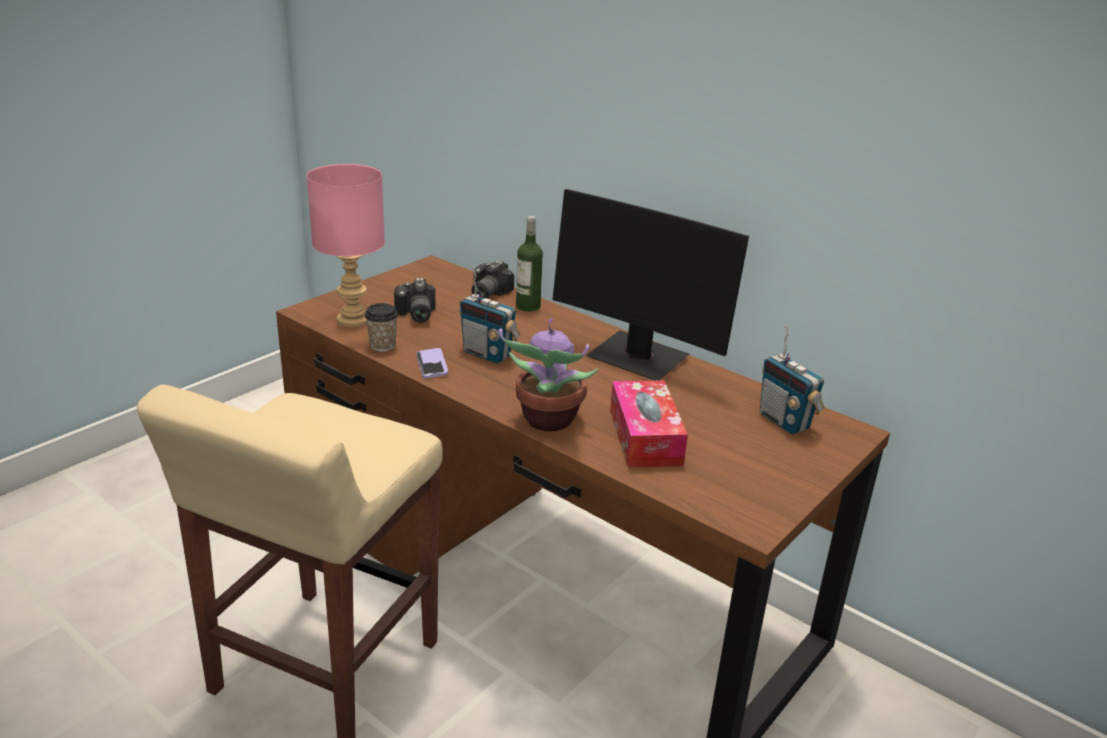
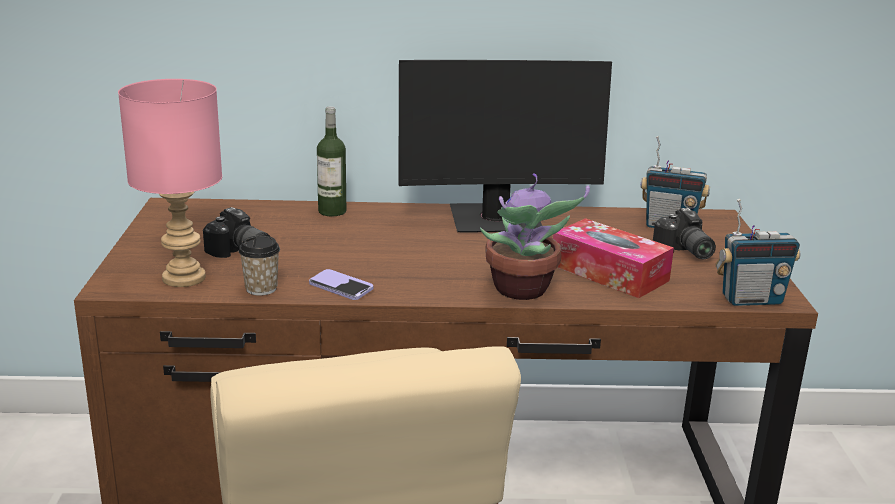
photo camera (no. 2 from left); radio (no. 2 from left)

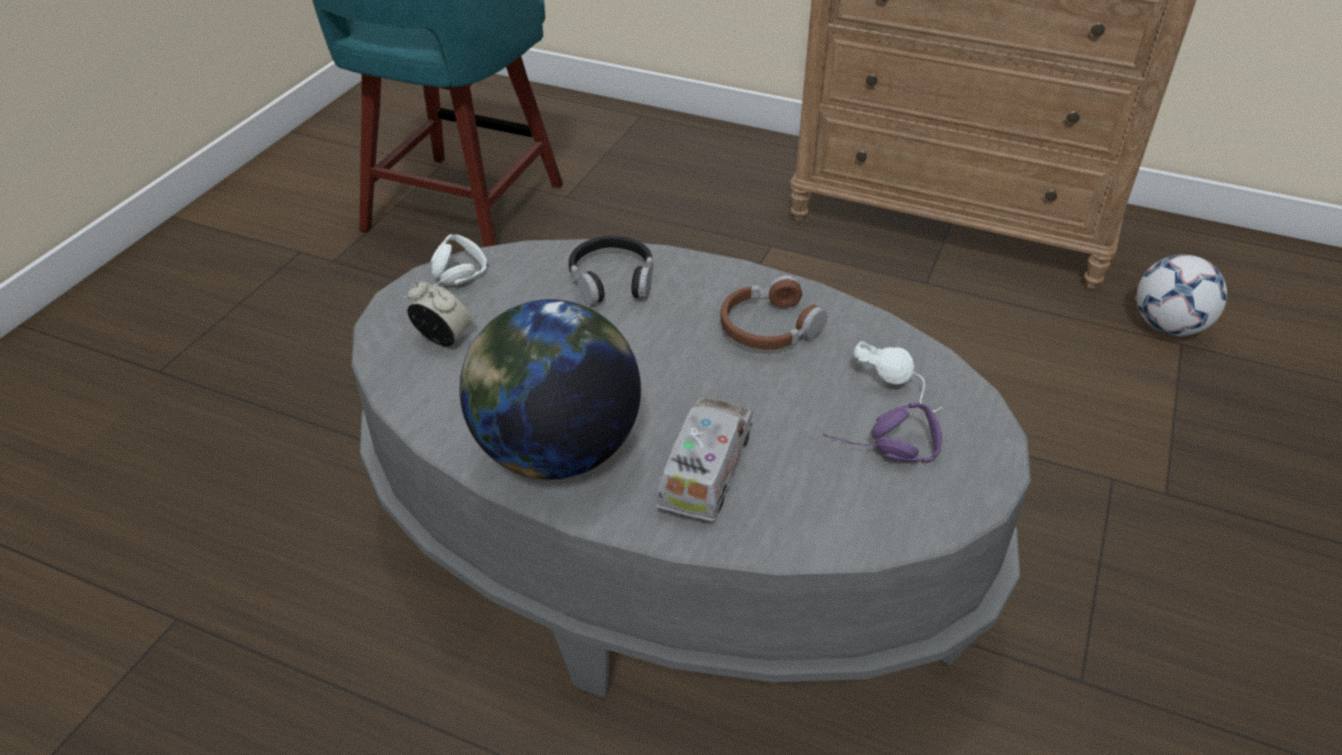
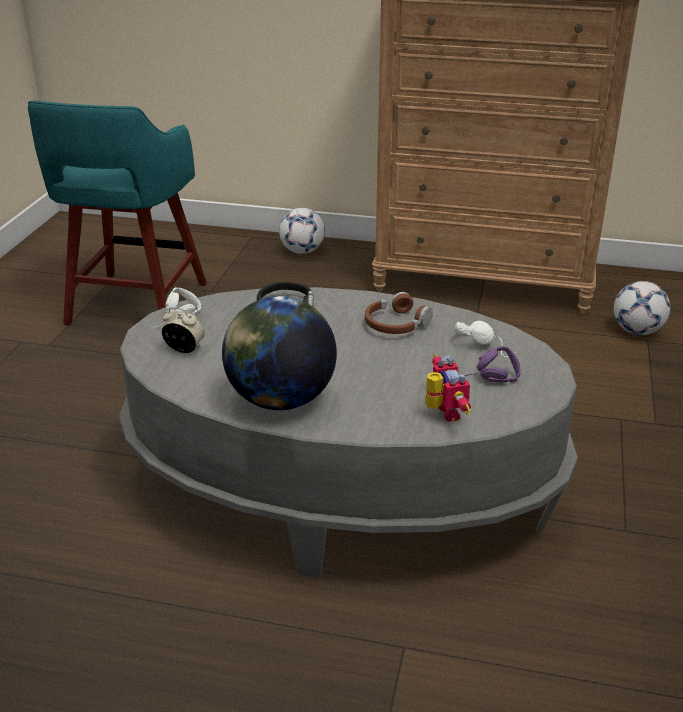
football (no. 1 from left); toy robot; toy truck

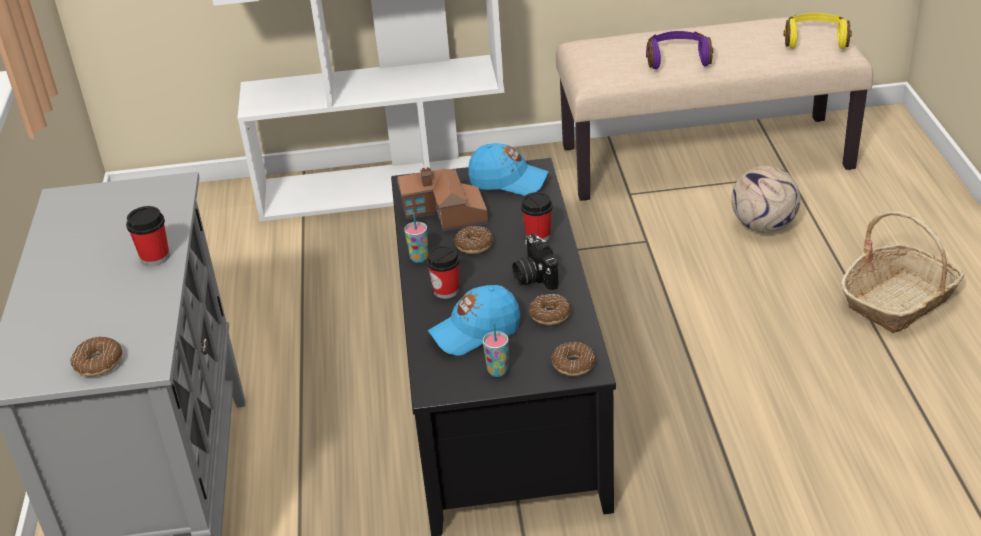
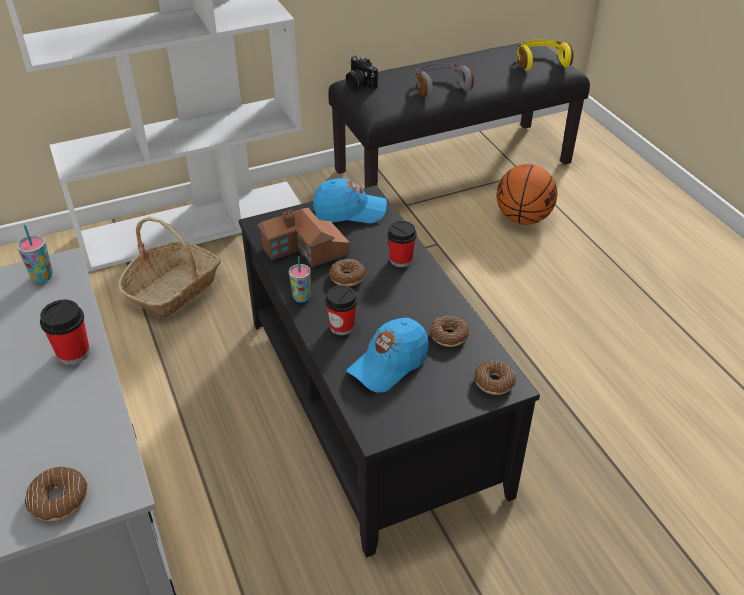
cup (no. 1 from left); basket; bench (black); photo camera; headphones (grey); basketball

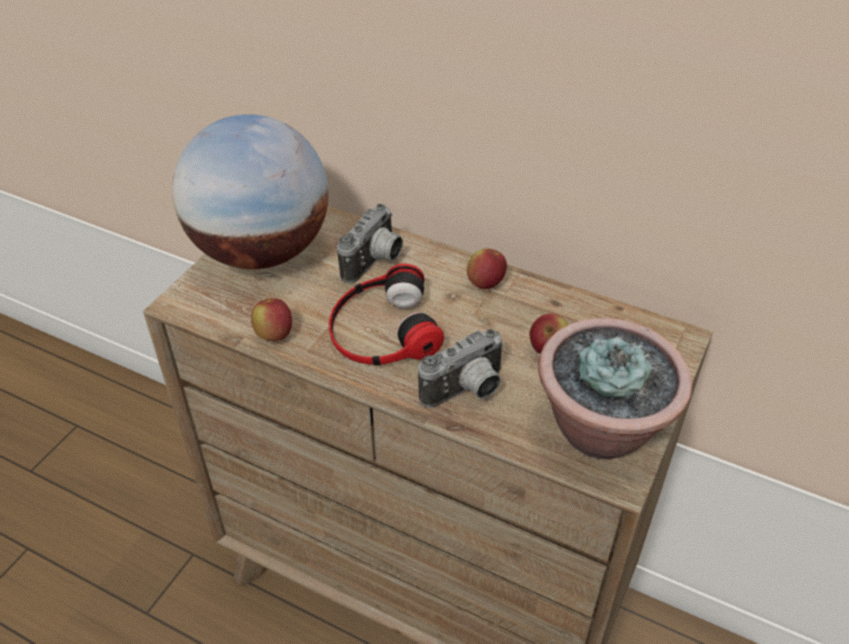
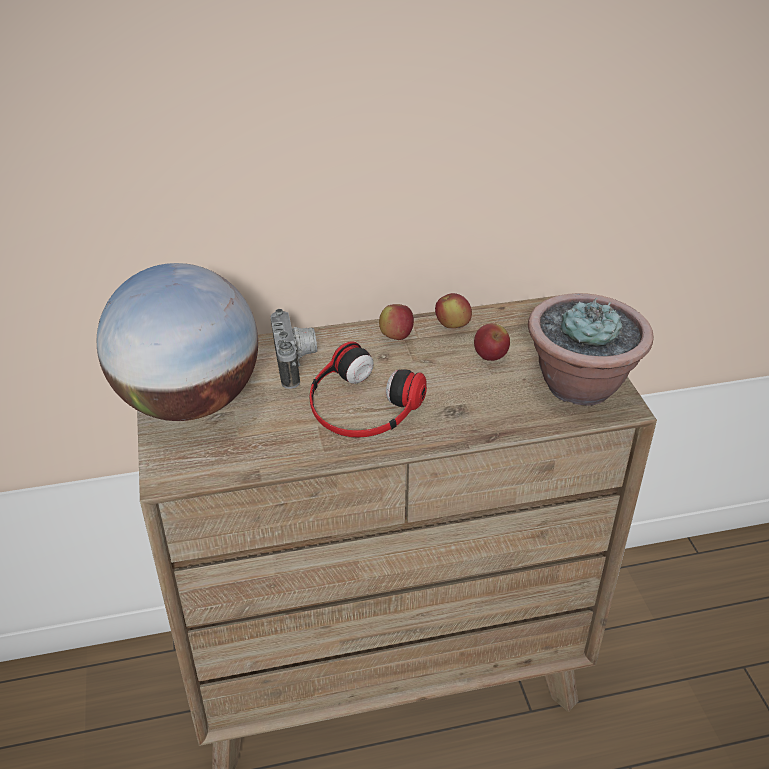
apple (no. 2 from left); photo camera (no. 2 from left in the first image)

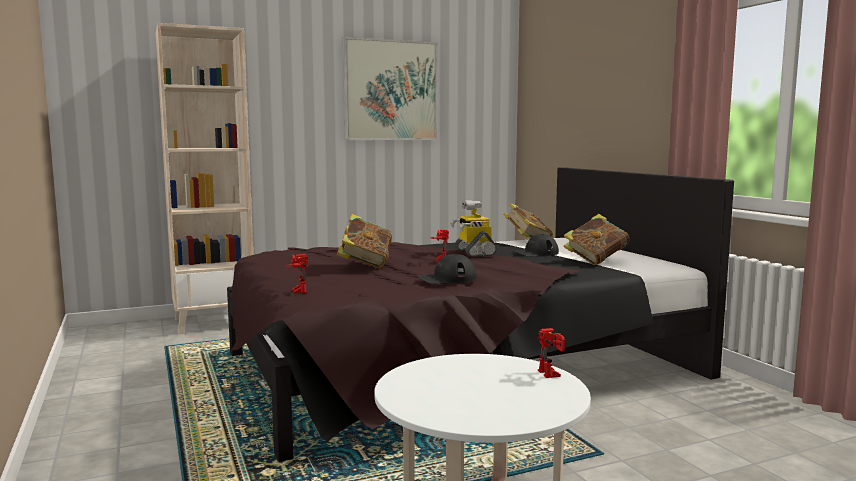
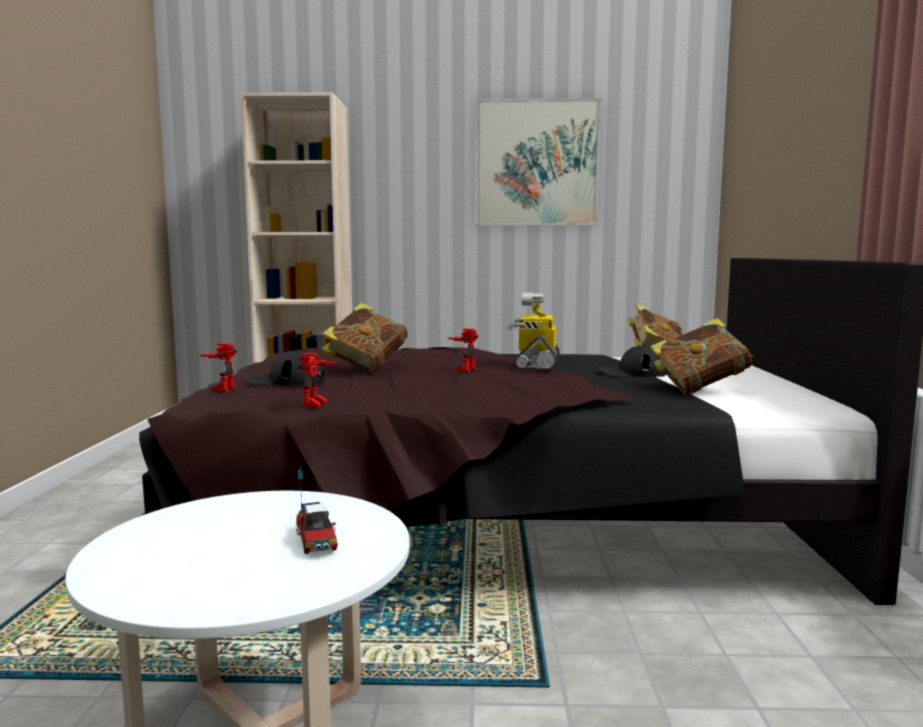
cap (black) (no. 1 from left); toy truck; toy robot (no. 2 from left)

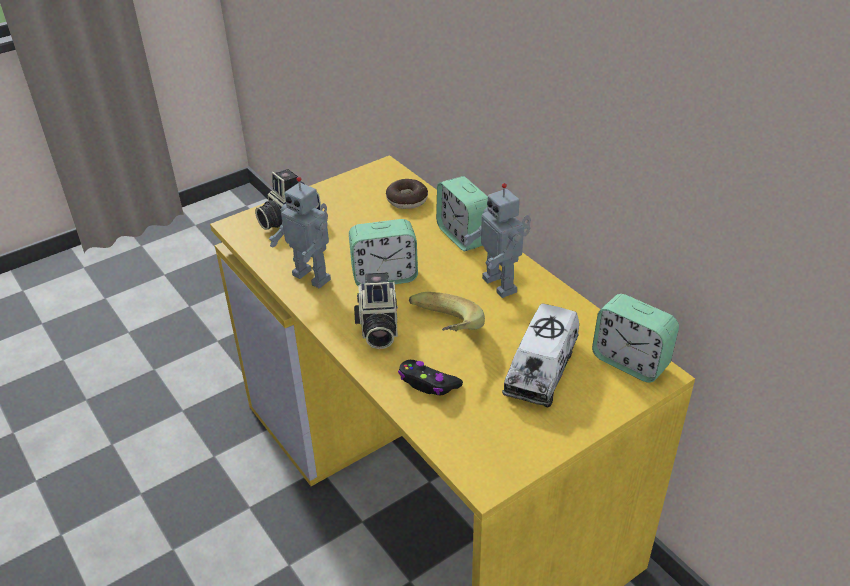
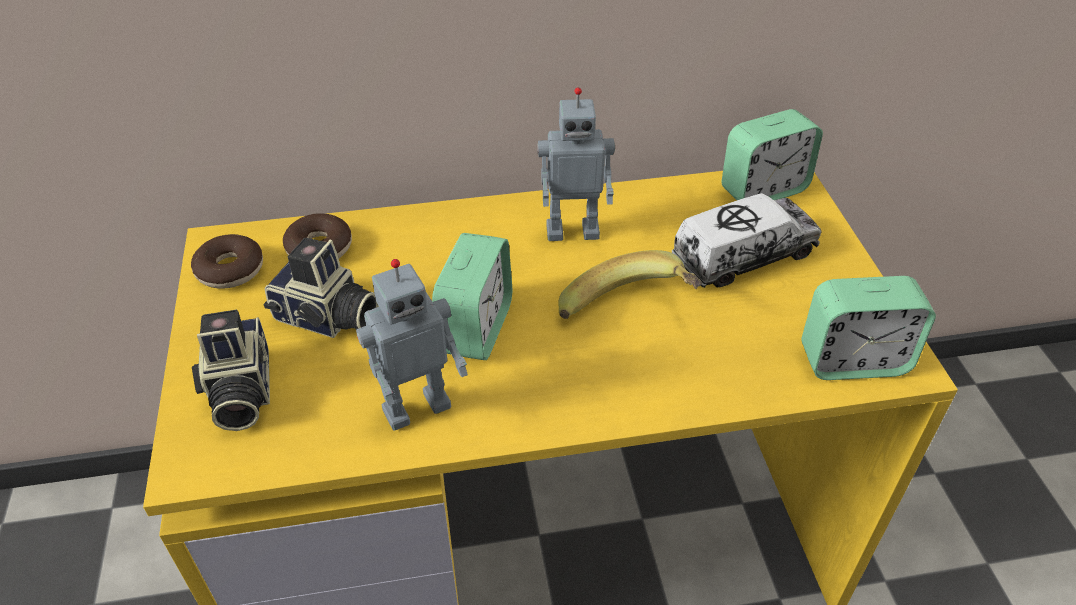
donut (no. 1 from left); photo camera (no. 2 from left); toy truck; alarm clock (no. 3 from left); game controller (black)

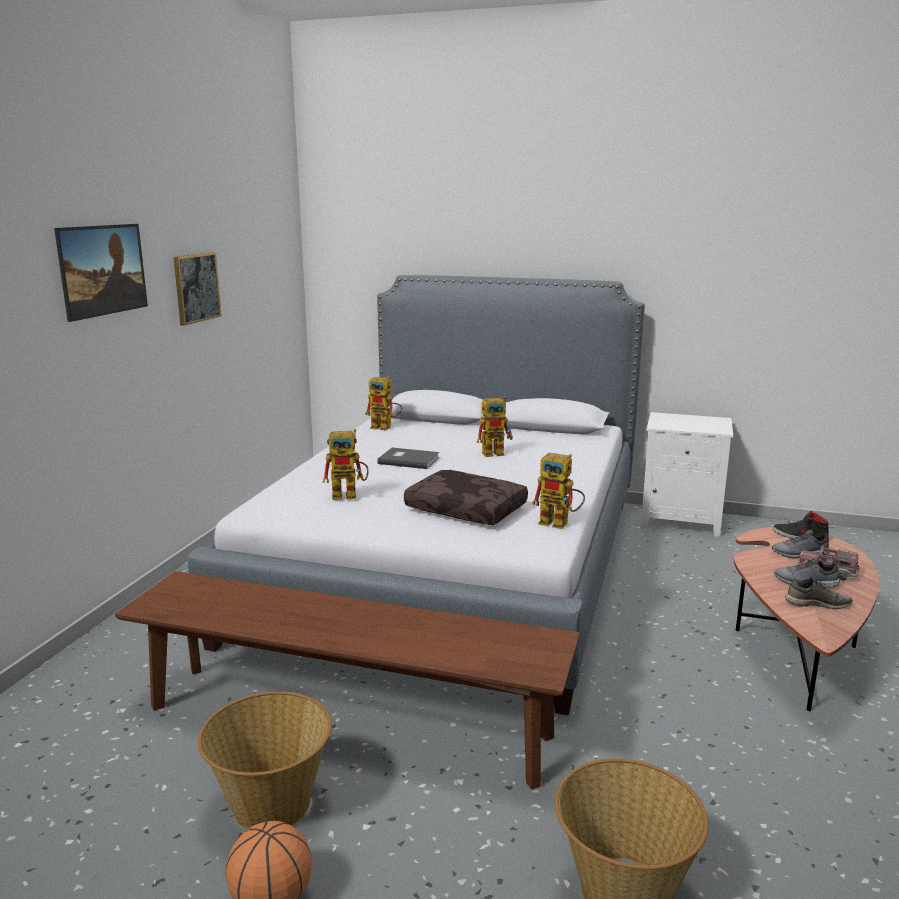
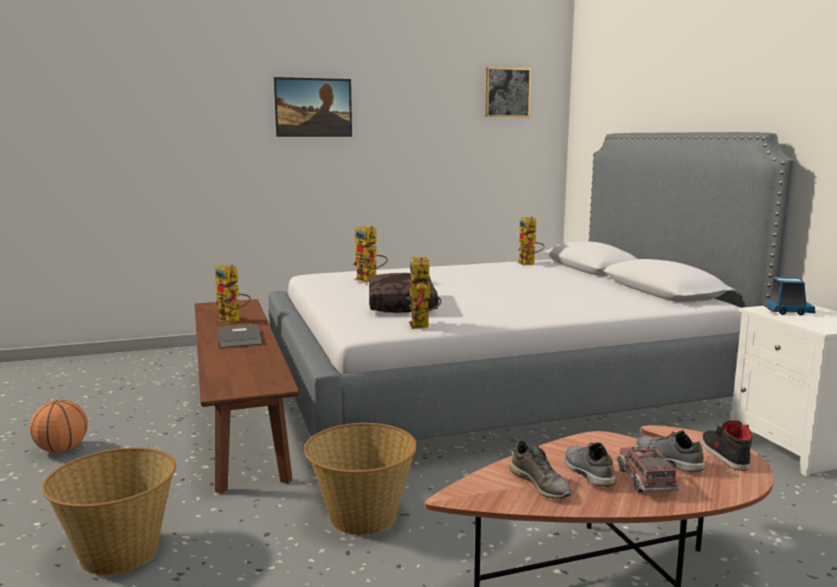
toy robot (no. 1 from left); book (grey); basket (no. 2 from left); picture (no. 2 from left); toy truck (no. 2 from left)

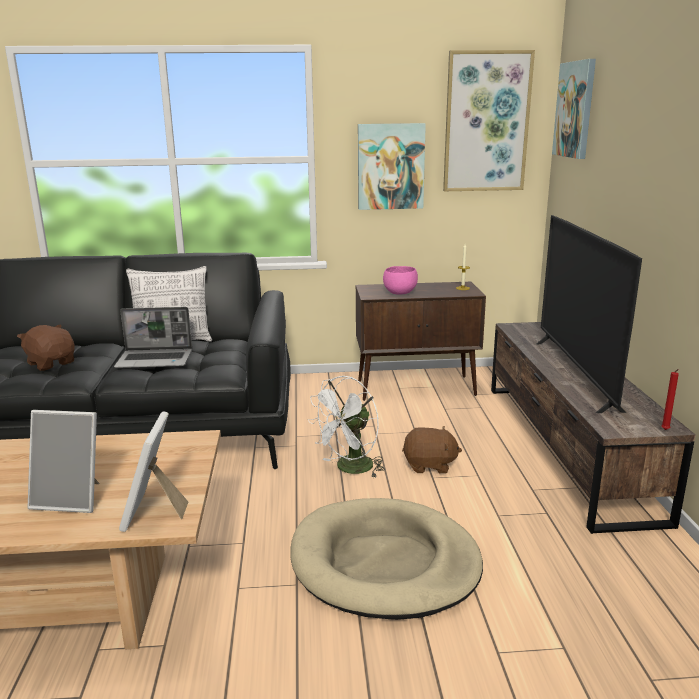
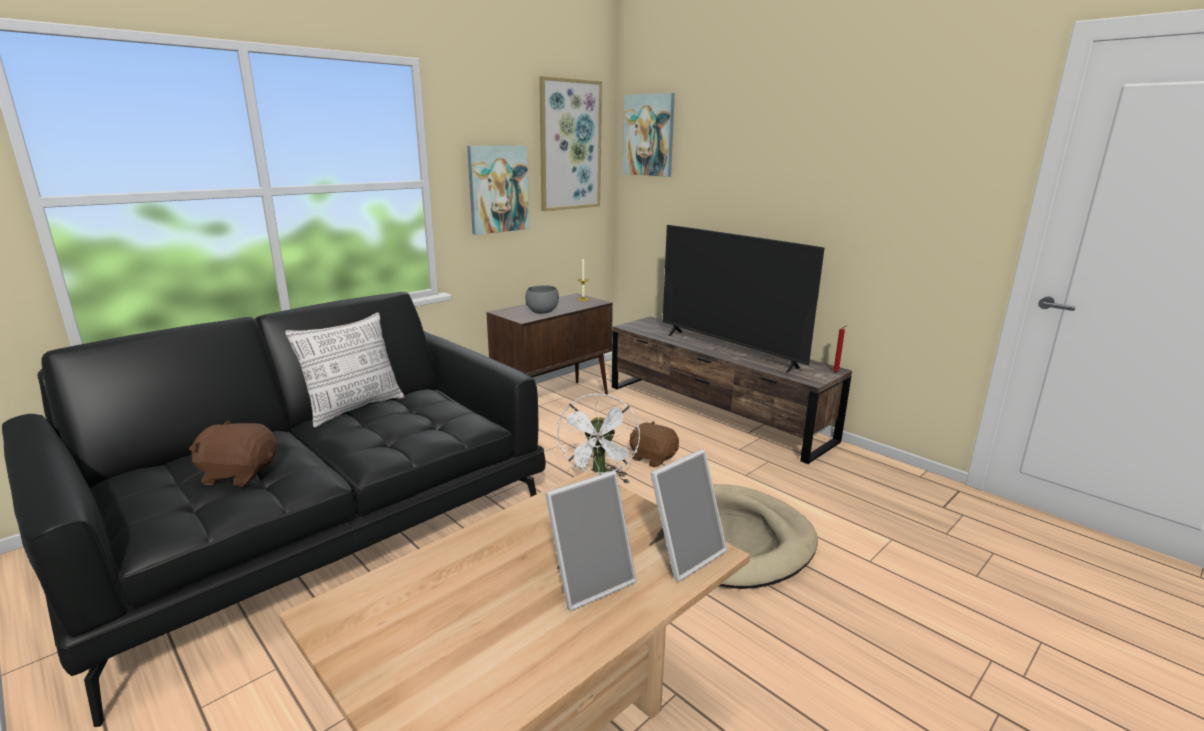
bowl (grey); plush toy (brown) (no. 2 from left); picture frame (no. 2 from left); laptop

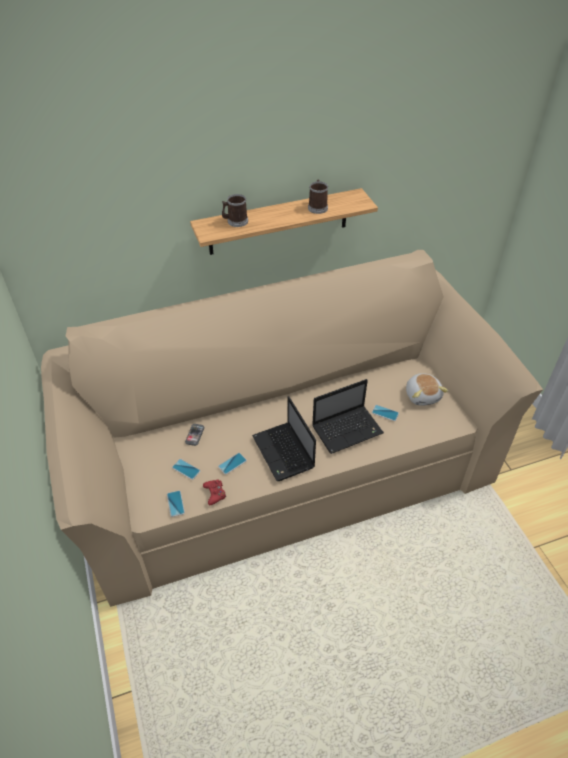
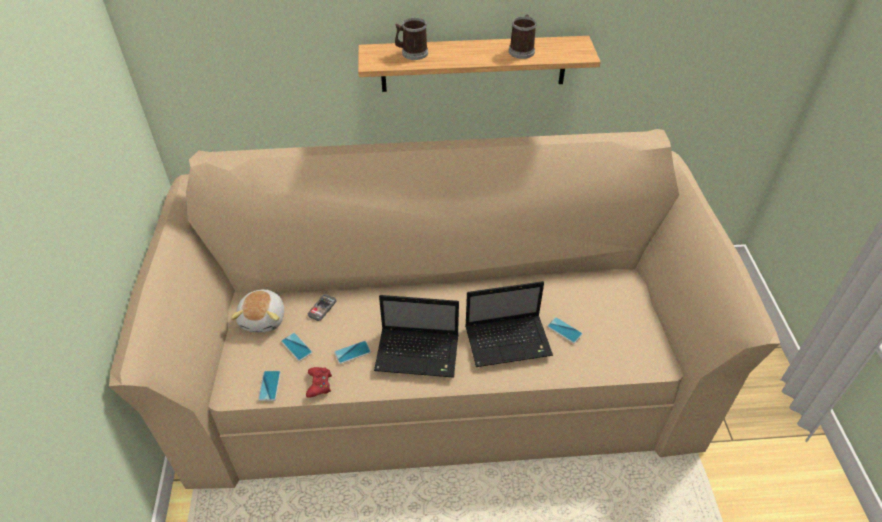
plush toy; laptop (no. 1 from left)

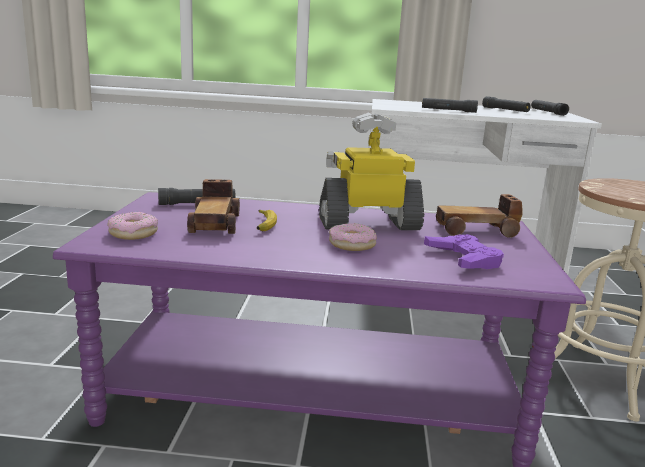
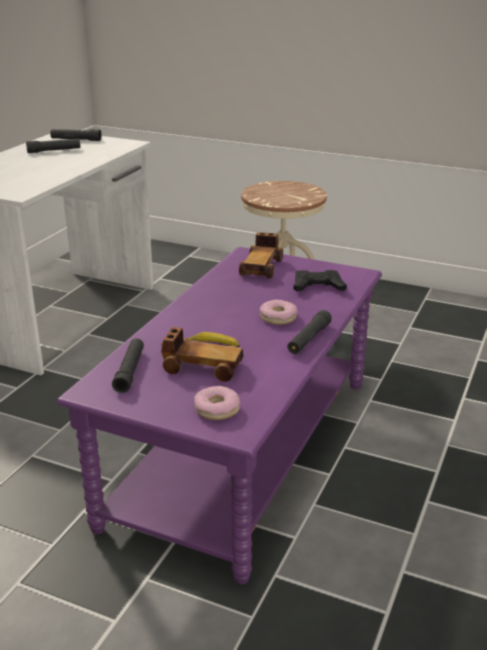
flashlight (black) (no. 4 from left); game controller (black); toy robot

